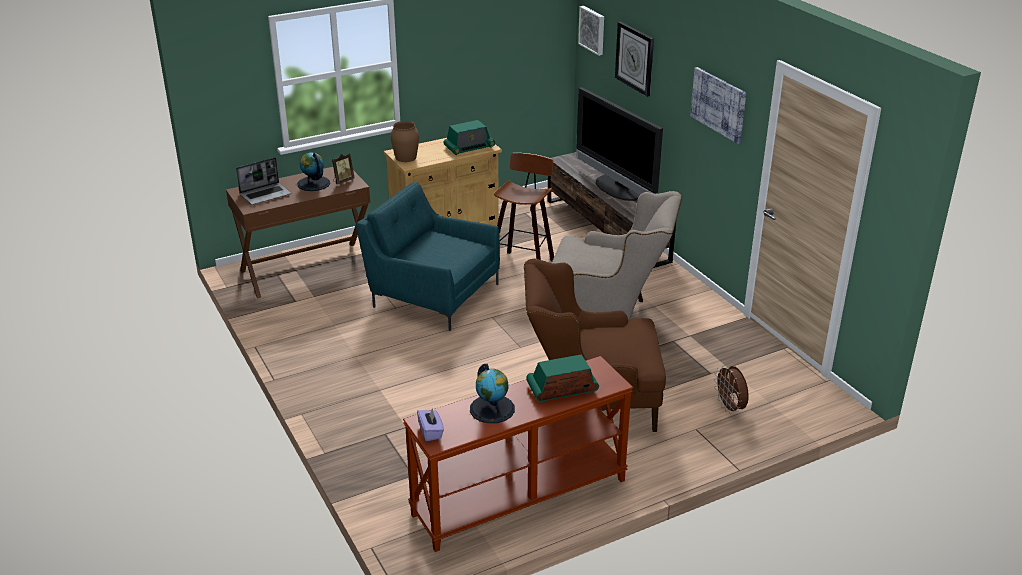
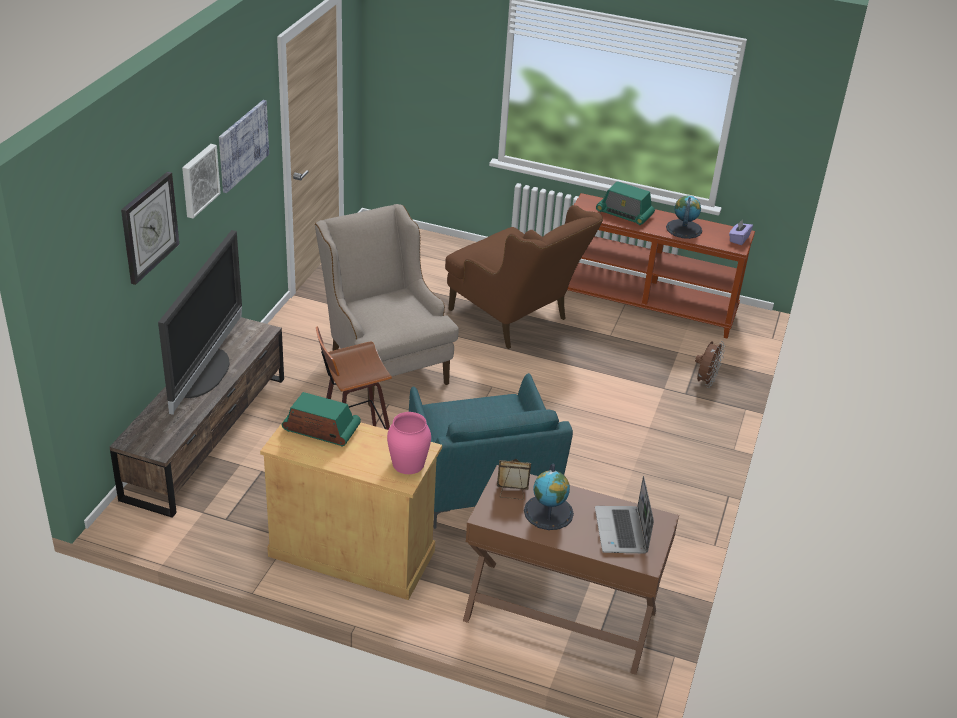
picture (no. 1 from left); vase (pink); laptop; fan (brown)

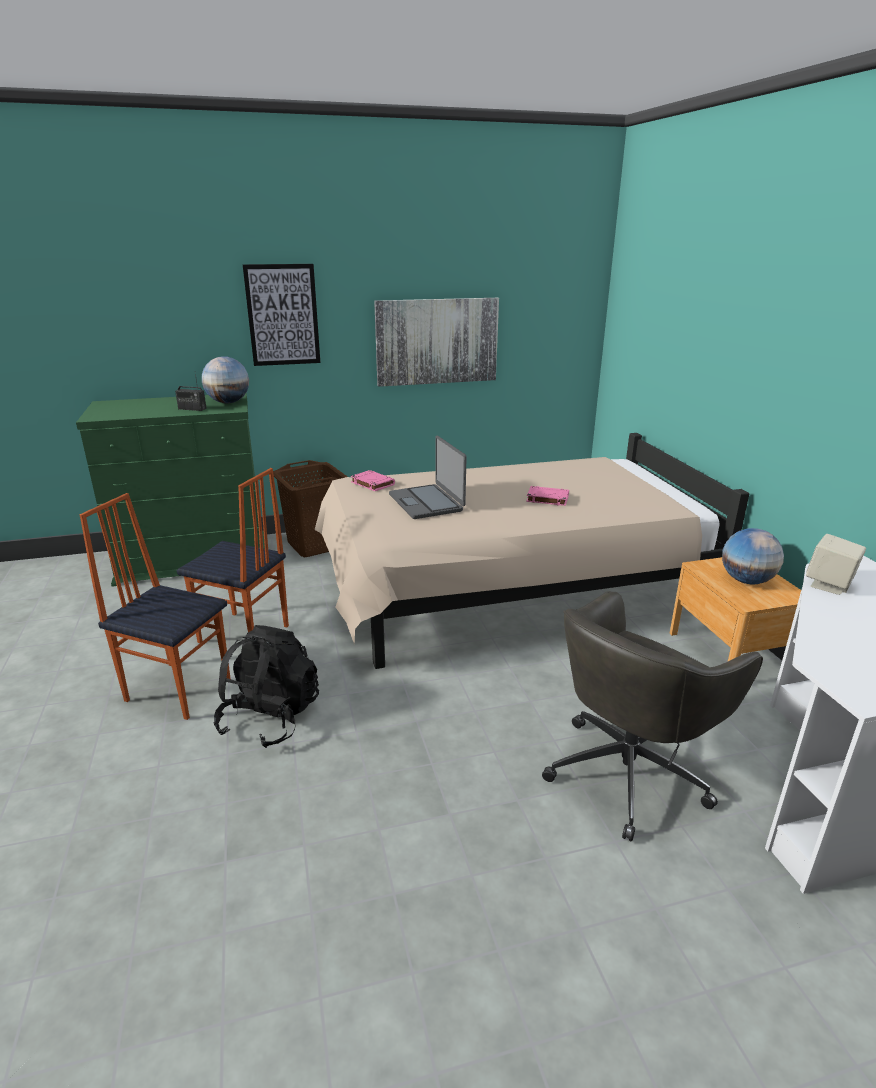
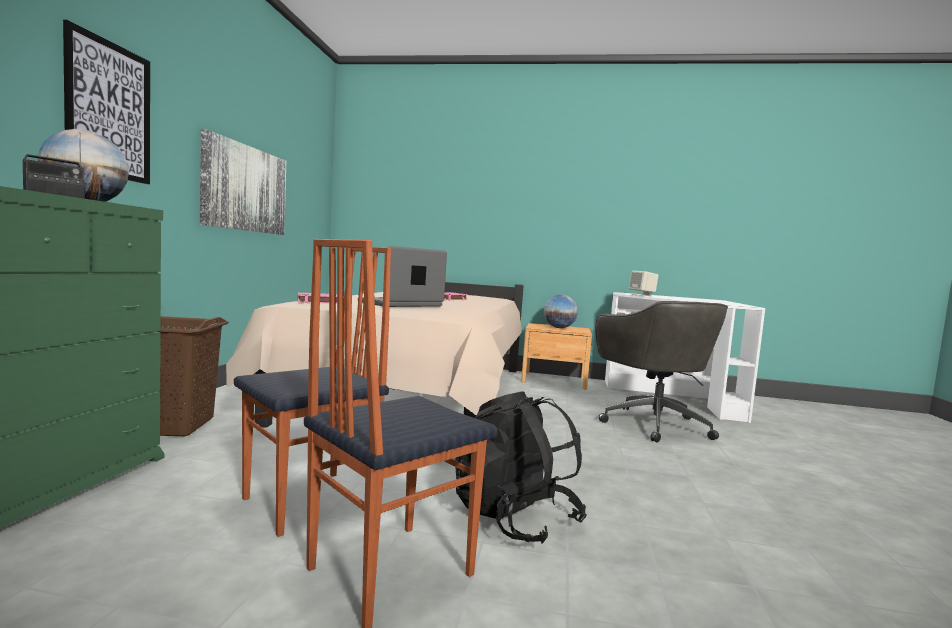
laptop

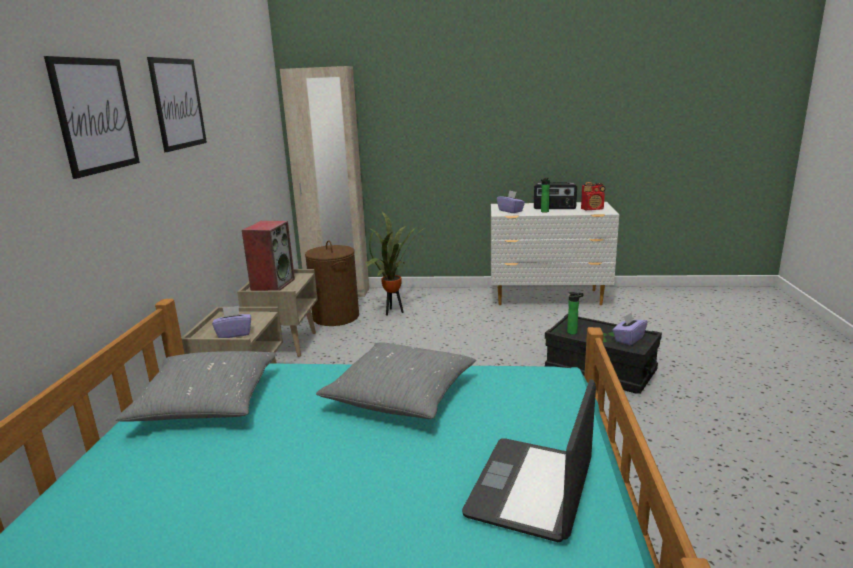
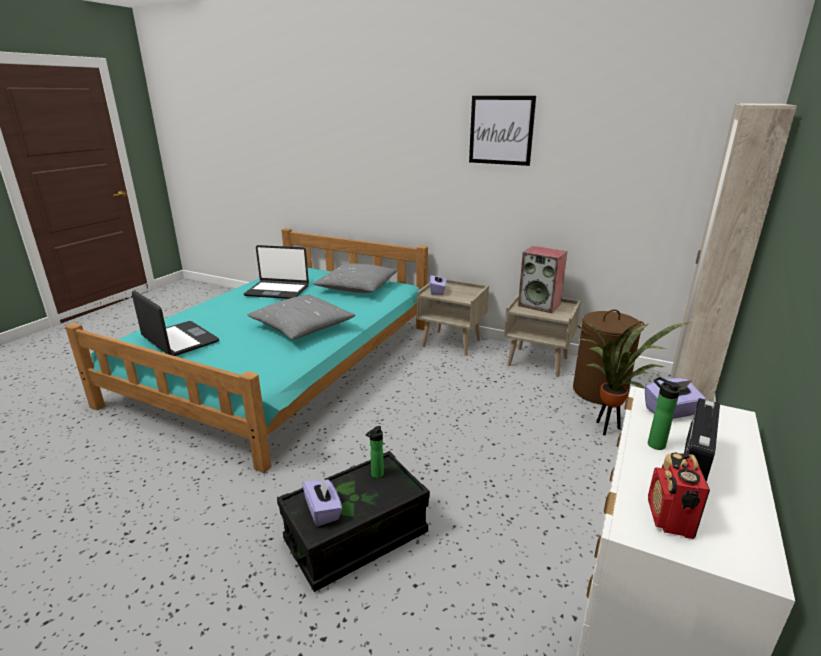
laptop (no. 2 from left); picture (no. 1 from left in the first image)

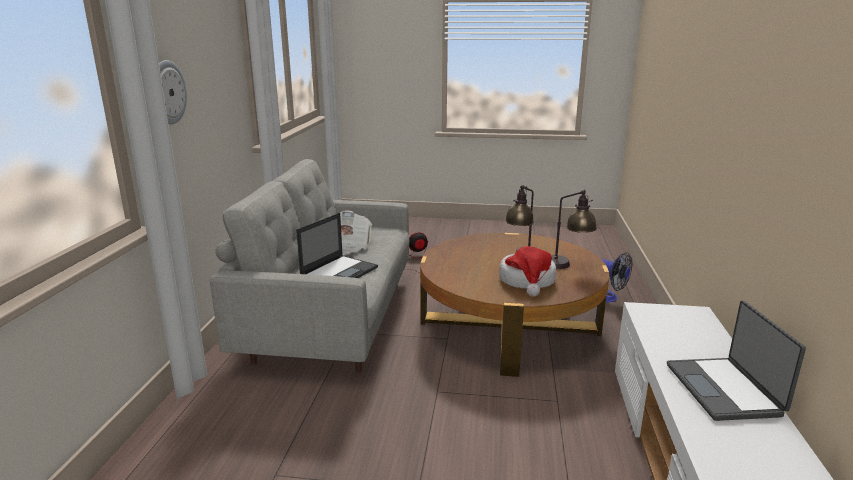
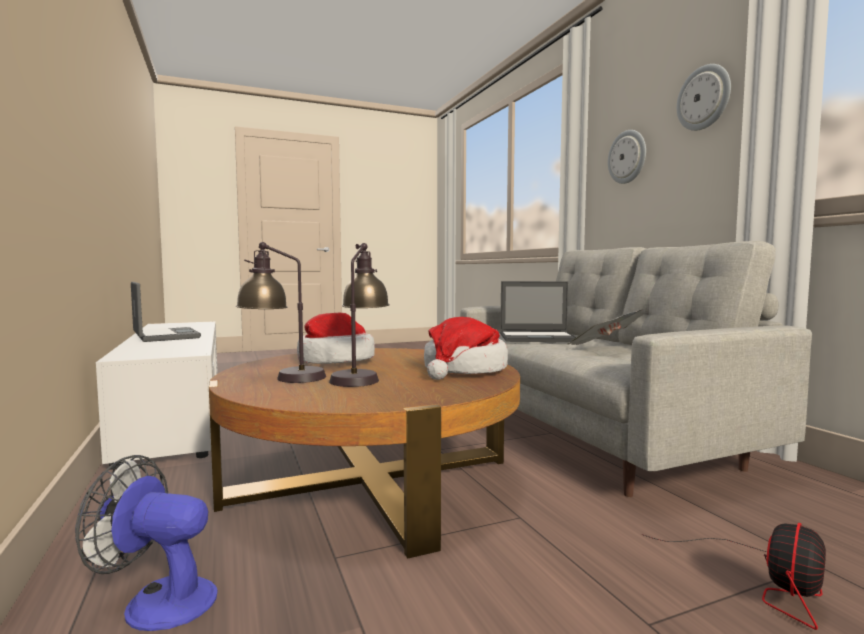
hat (no. 2 from left); laptop (no. 2 from left); wall clock (no. 2 from left)

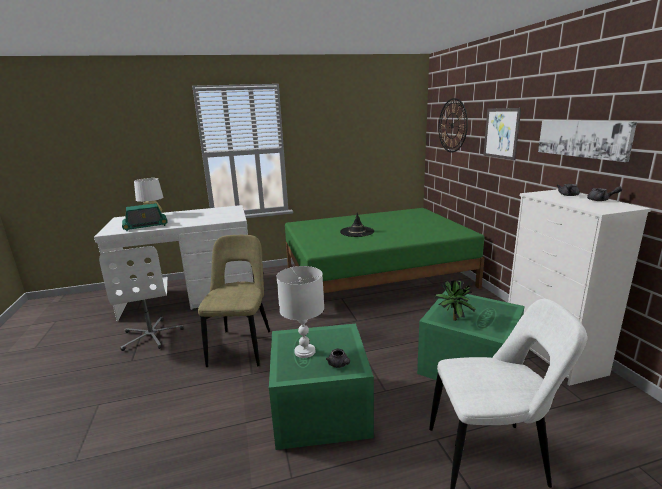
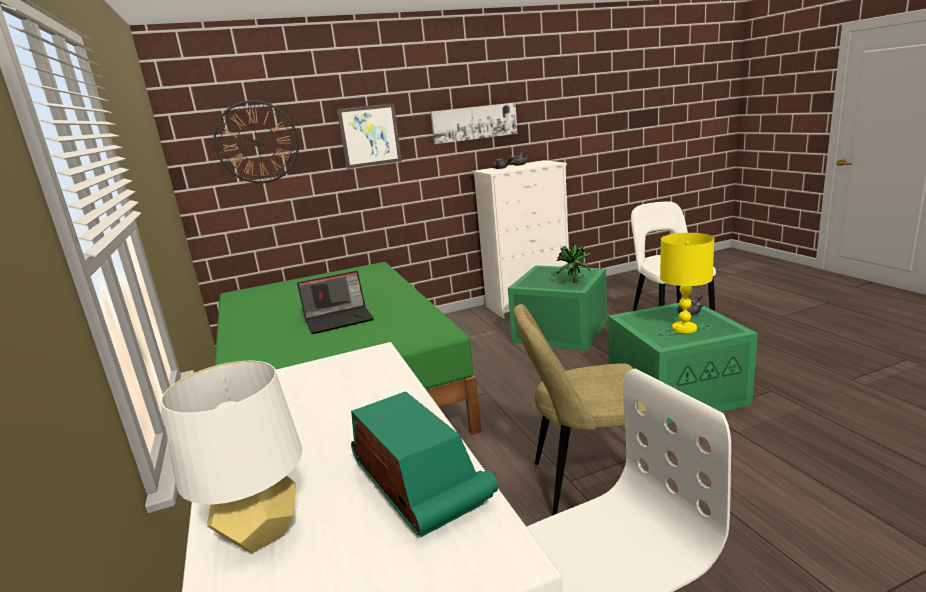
laptop; table lamp (yellow)

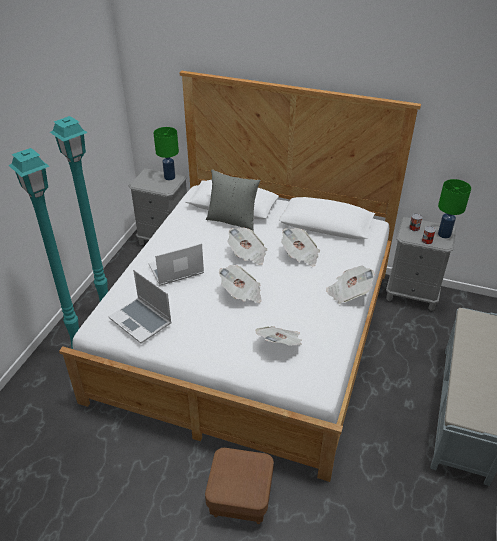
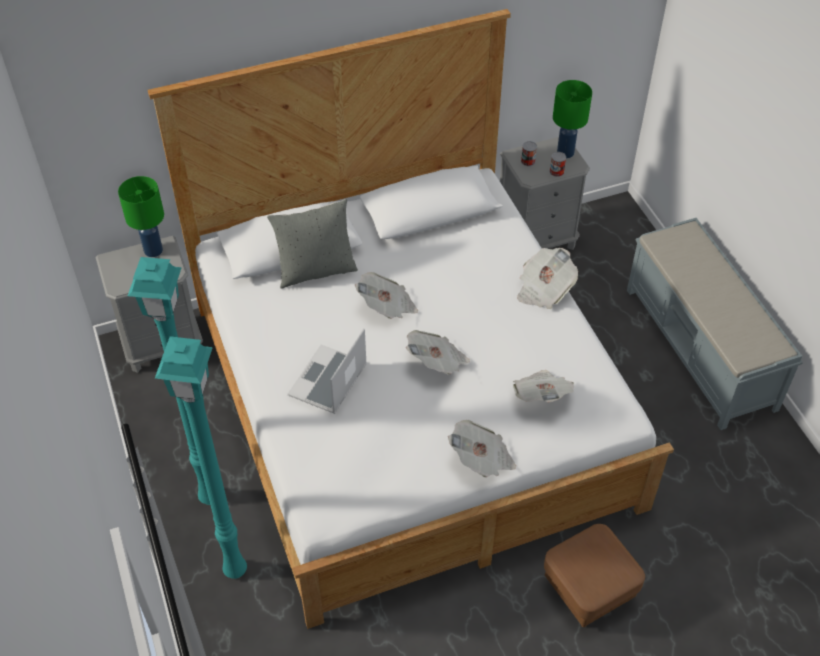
newspaper (no. 3 from left); laptop (no. 1 from left in the first image)

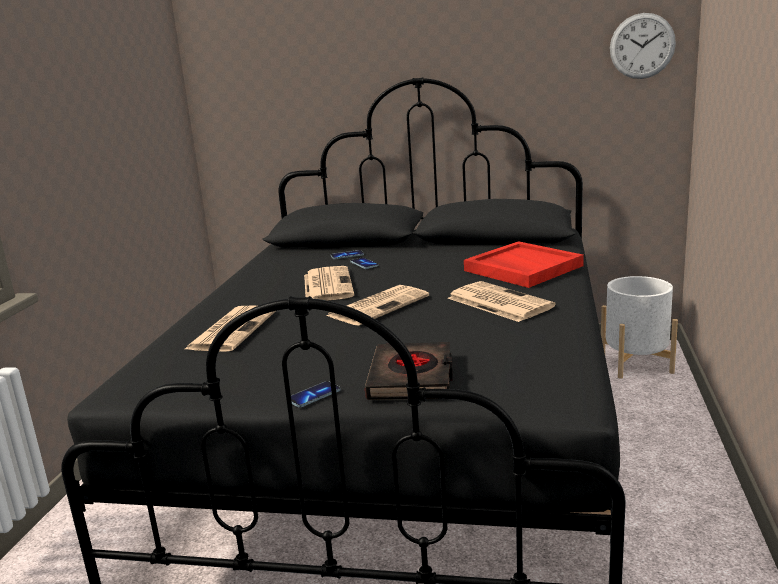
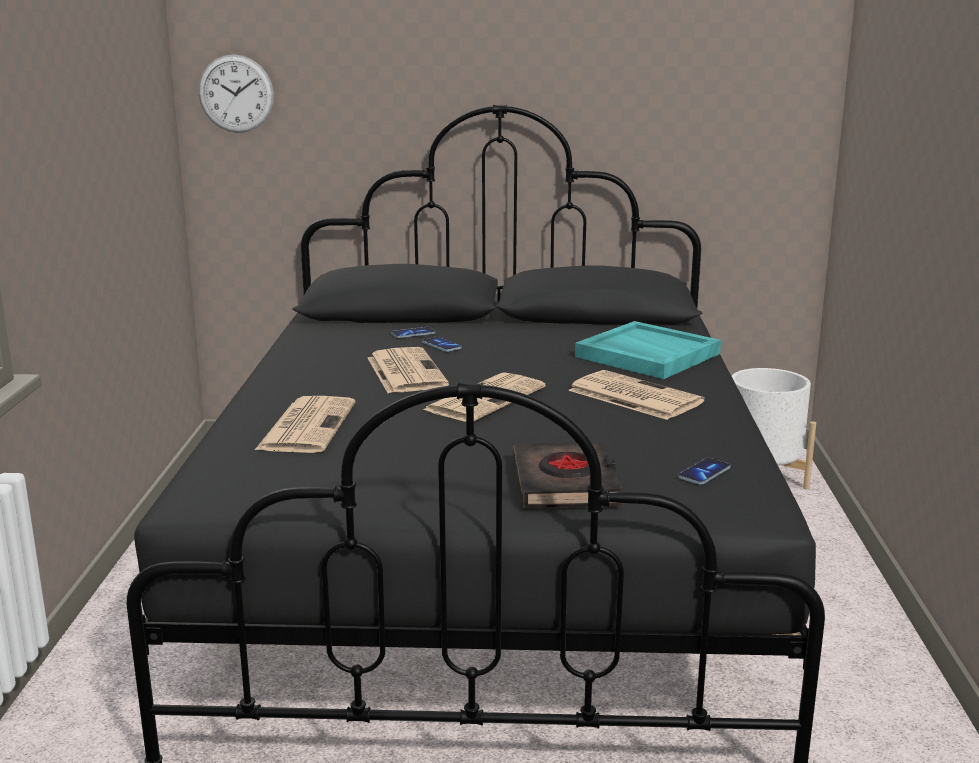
wall clock; tray (turquoise); phone (no. 3 from left)

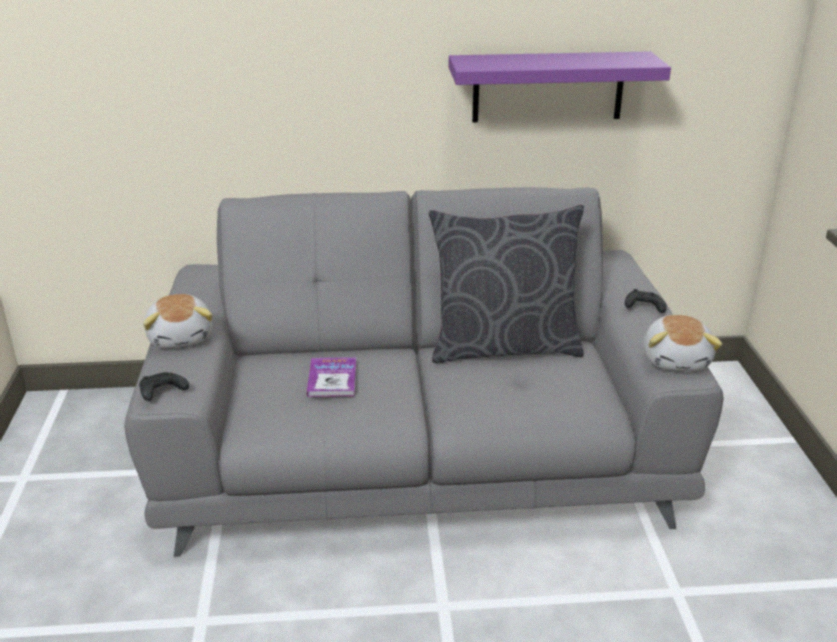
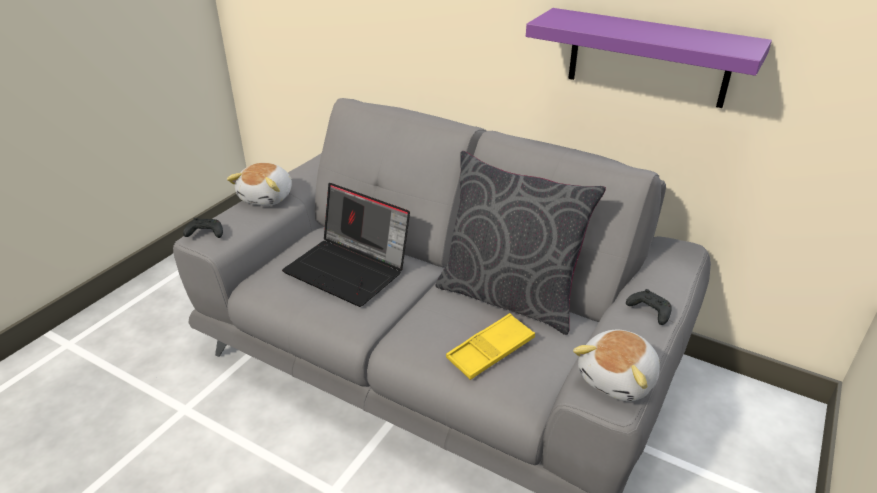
laptop; tray (yellow)

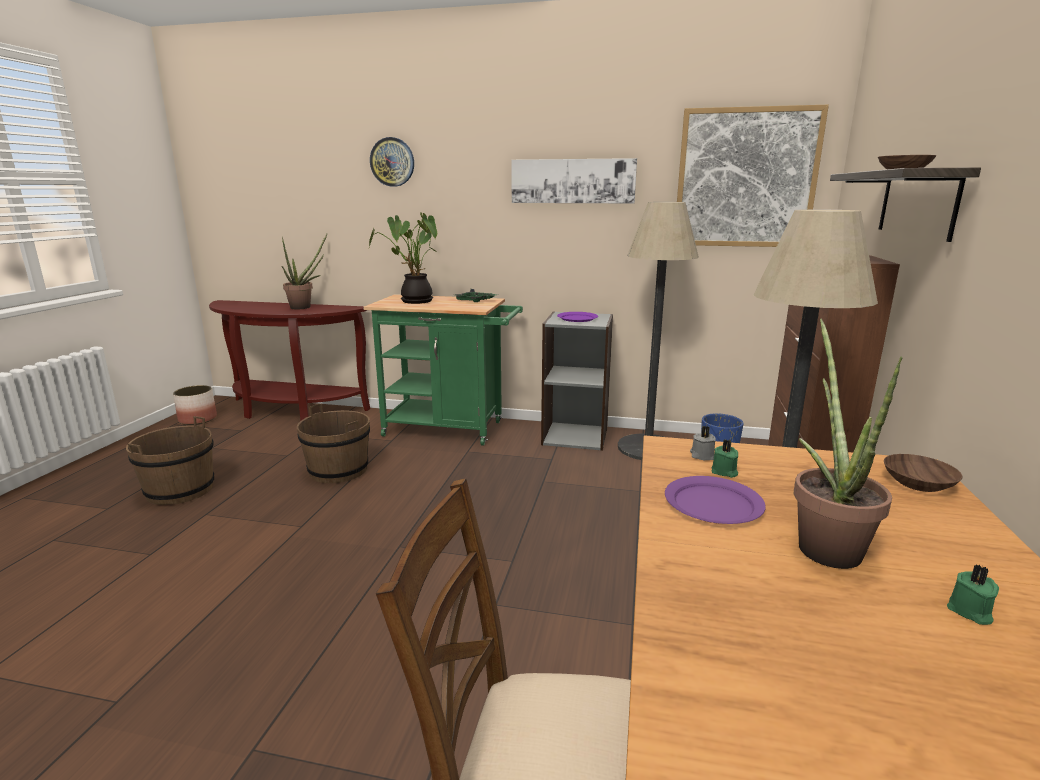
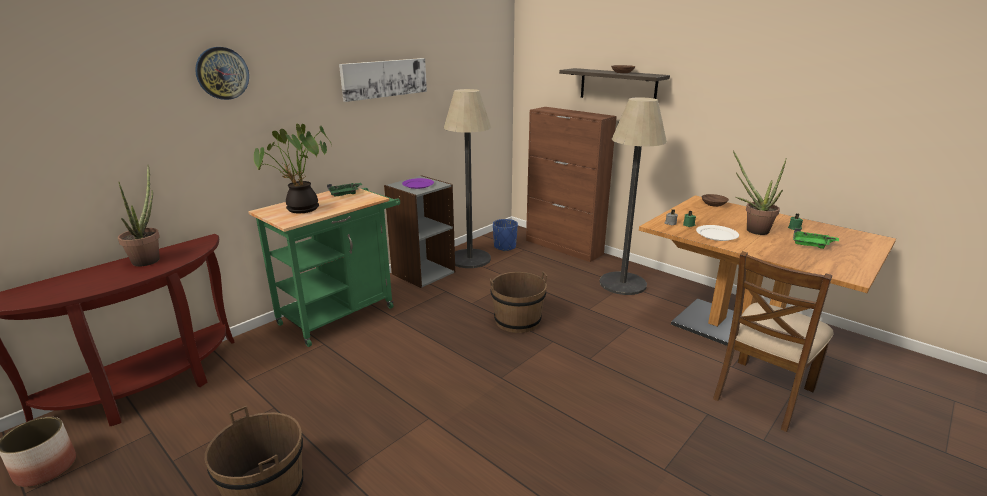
bucket (brown) (no. 2 from left); plate (white); tray (green) (no. 2 from left); picture (no. 2 from left in the first image)

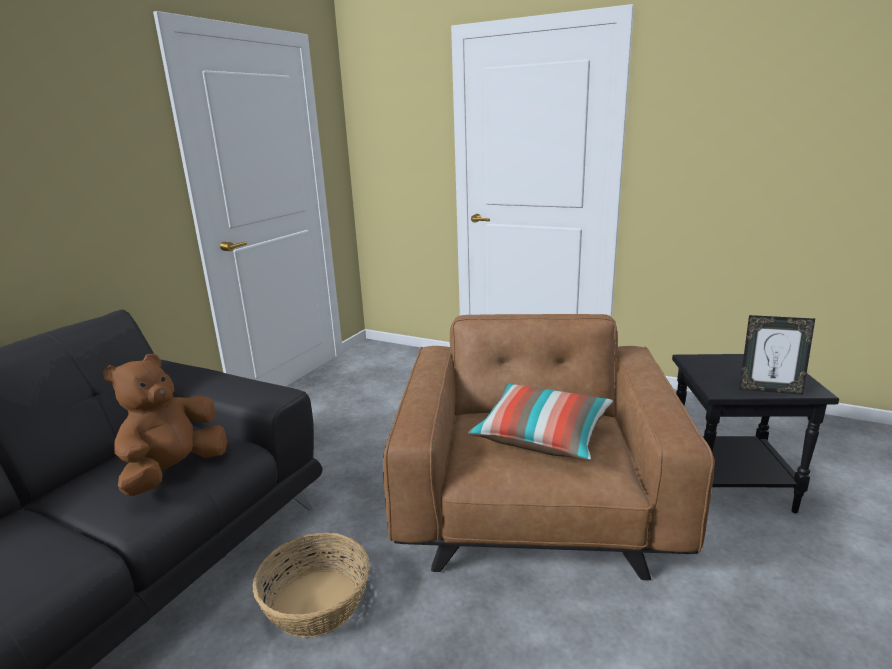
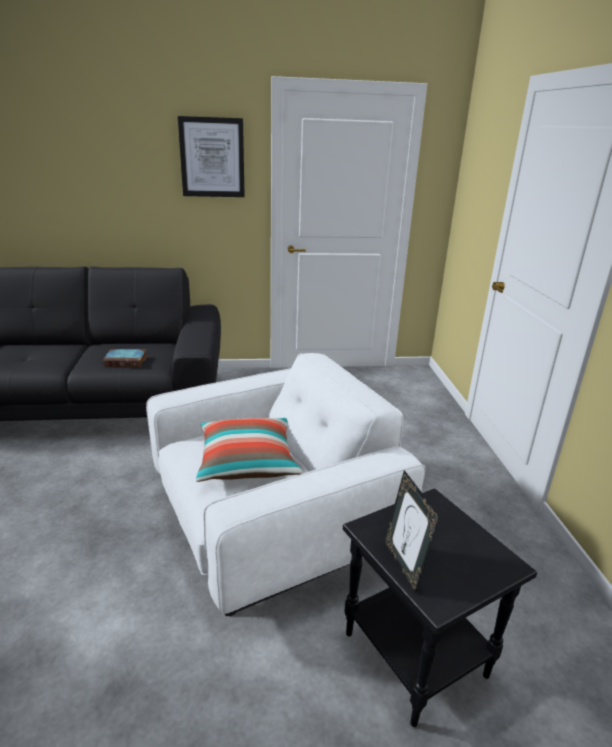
book; armchair (white); picture; basket

